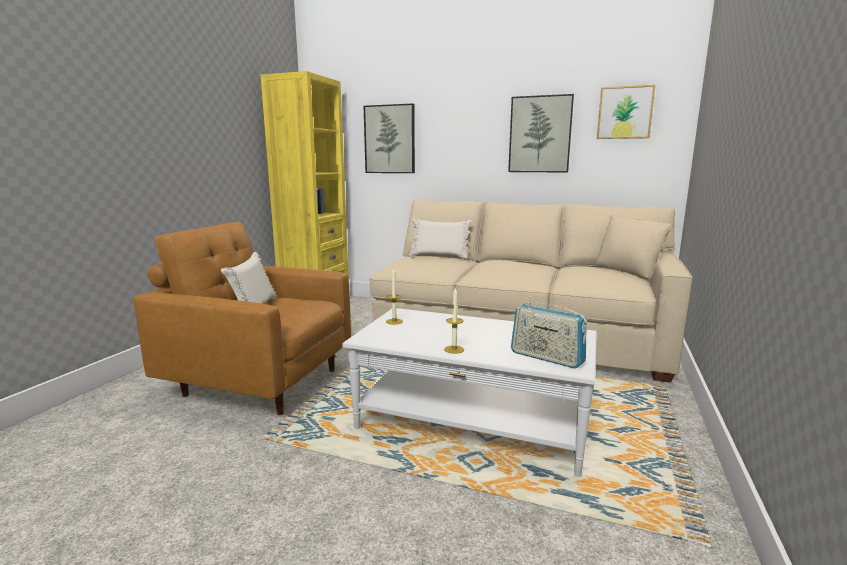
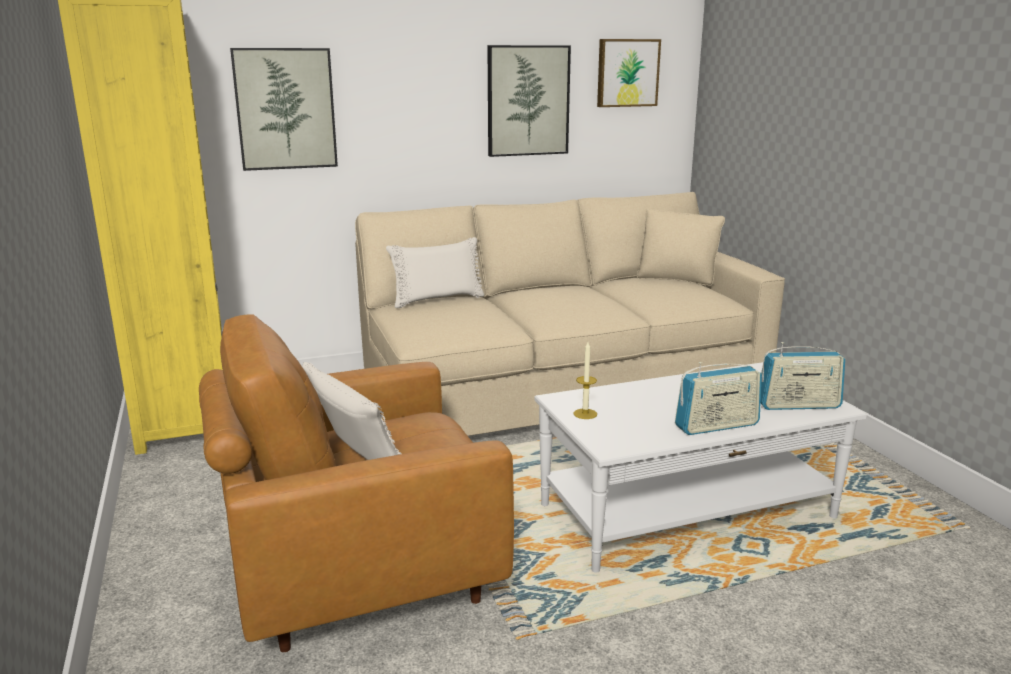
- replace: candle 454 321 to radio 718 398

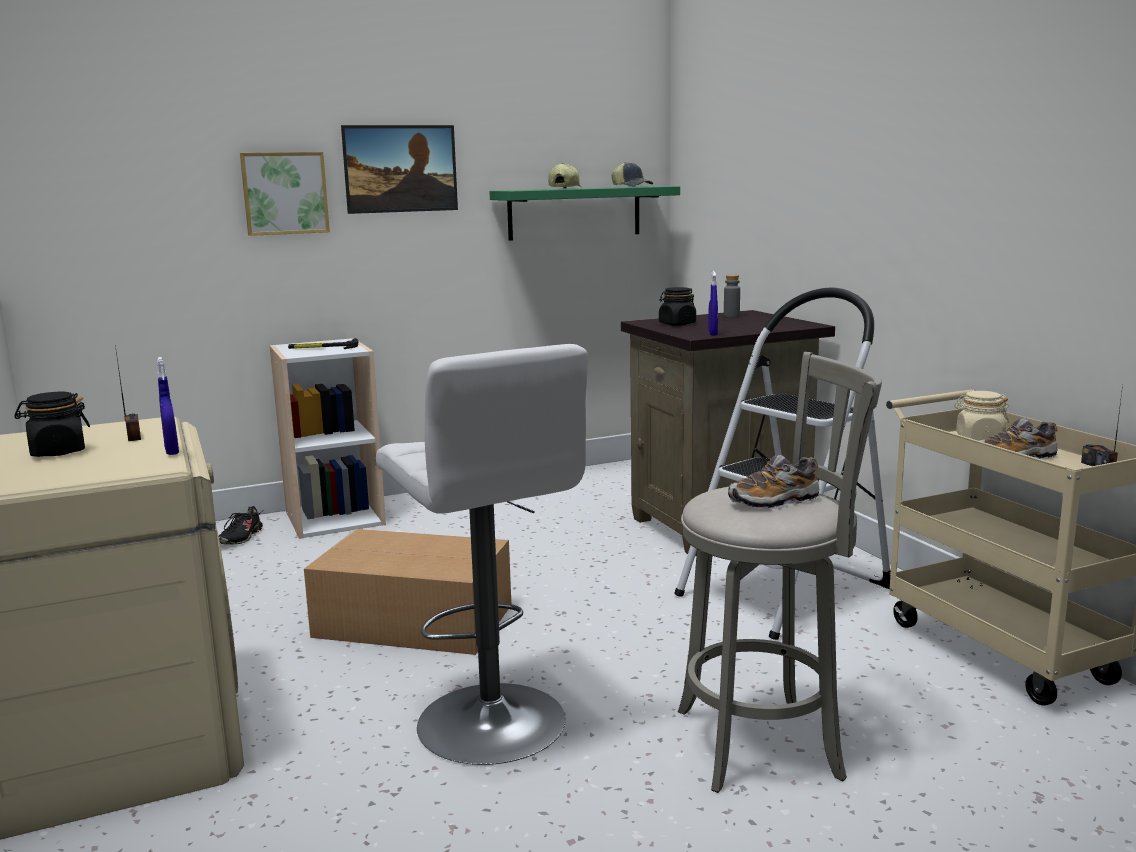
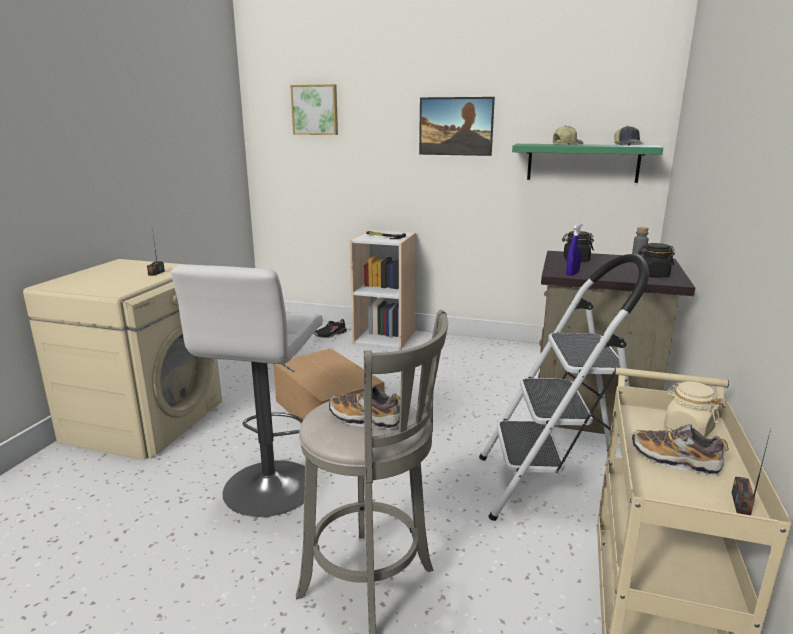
- move: picture 285 194 to 314 109
- move: black jar 52 424 to 656 260
- delete: blue spray bottle 168 406

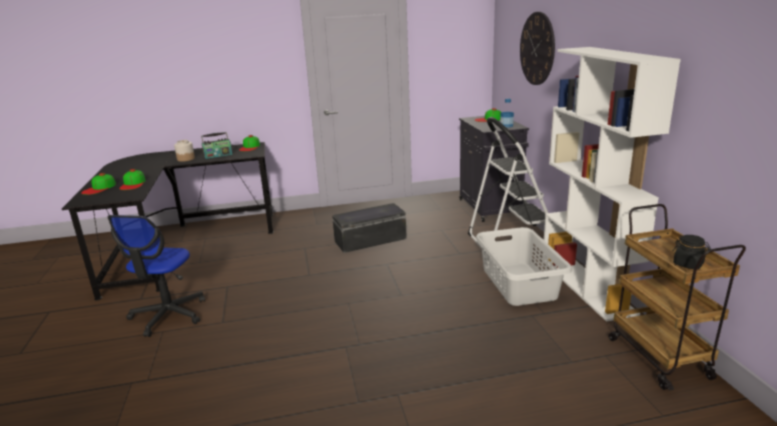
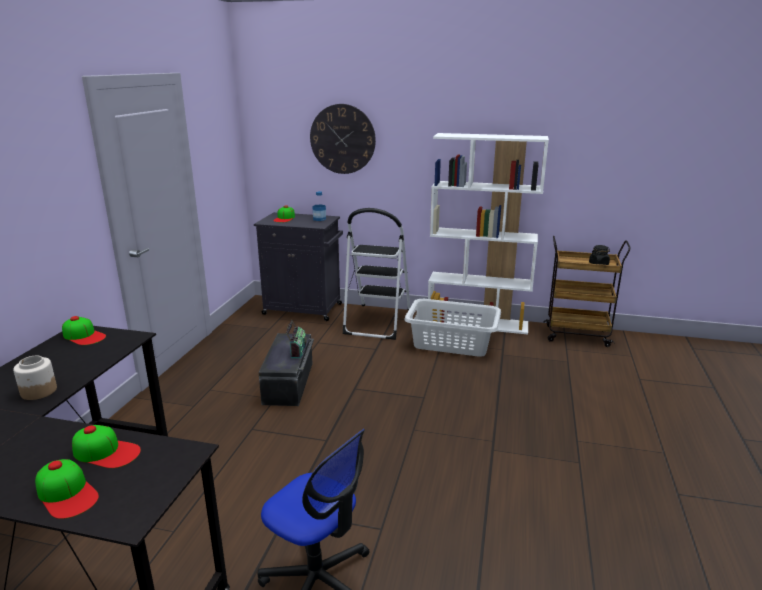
- move: radio 216 145 to 296 339

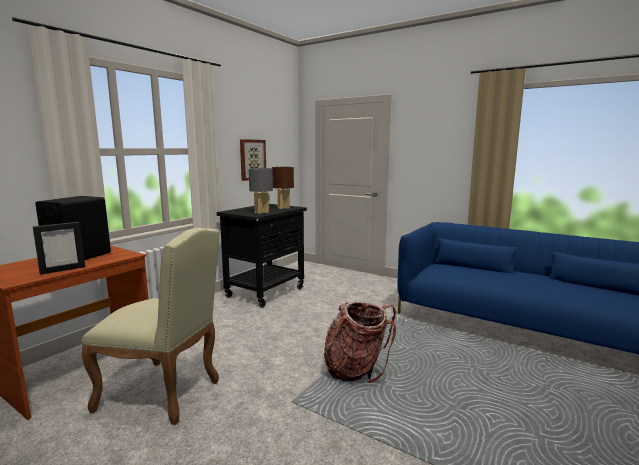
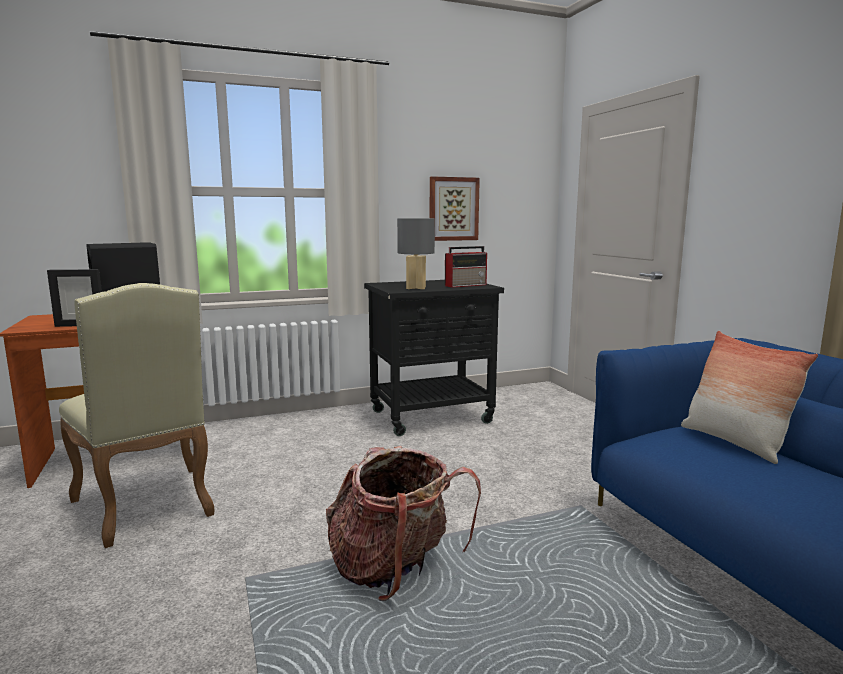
- replace: brown table lamp 283 188 to radio 466 267
- insert: pillow 749 397

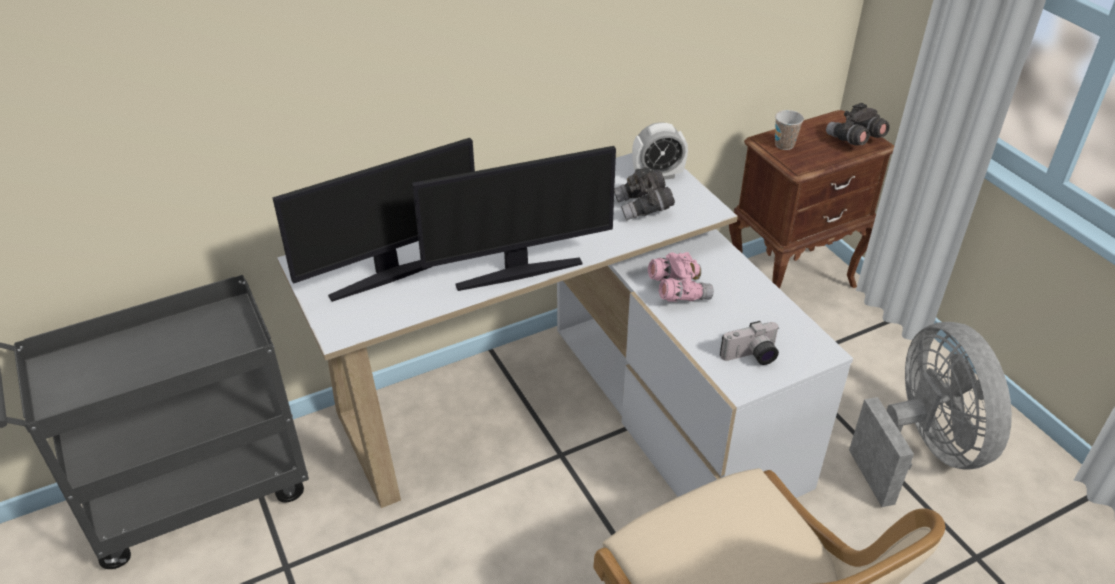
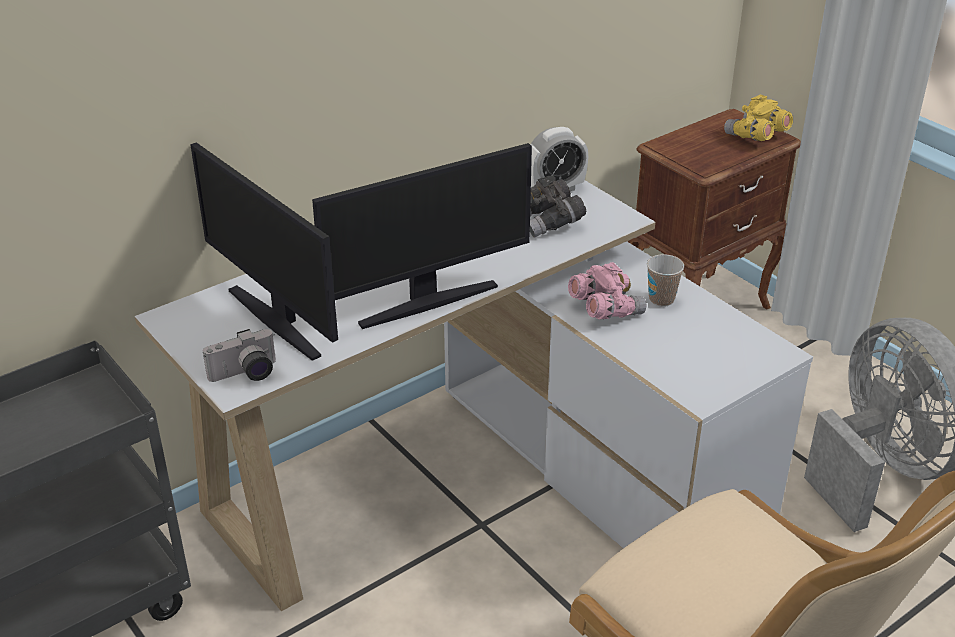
- rotate: monitor 373 220 = 264 251 90 degrees clockwise
- move: photo camera 750 343 to 239 355
- move: cup 789 130 to 665 280
- recolor: grey binoculars 858 124 to yellow binoculars 758 118

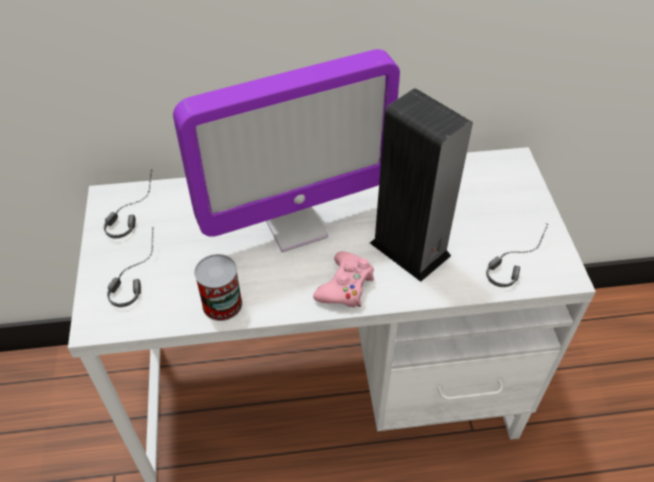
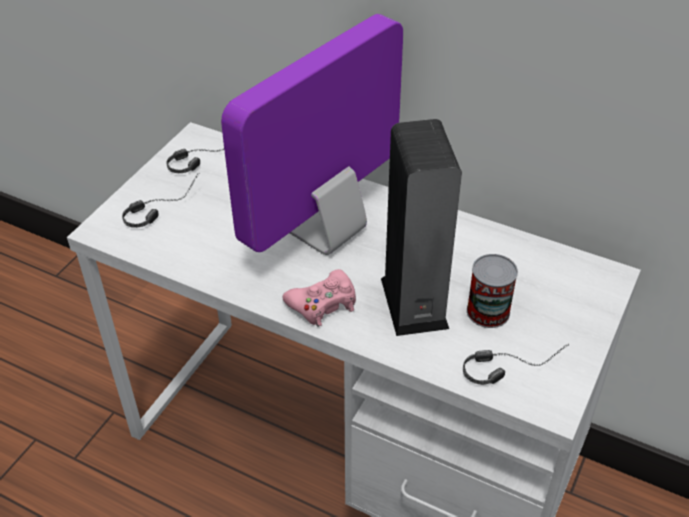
- rotate: monitor 286 150 = 312 134 120 degrees clockwise
- move: can 218 287 to 492 291

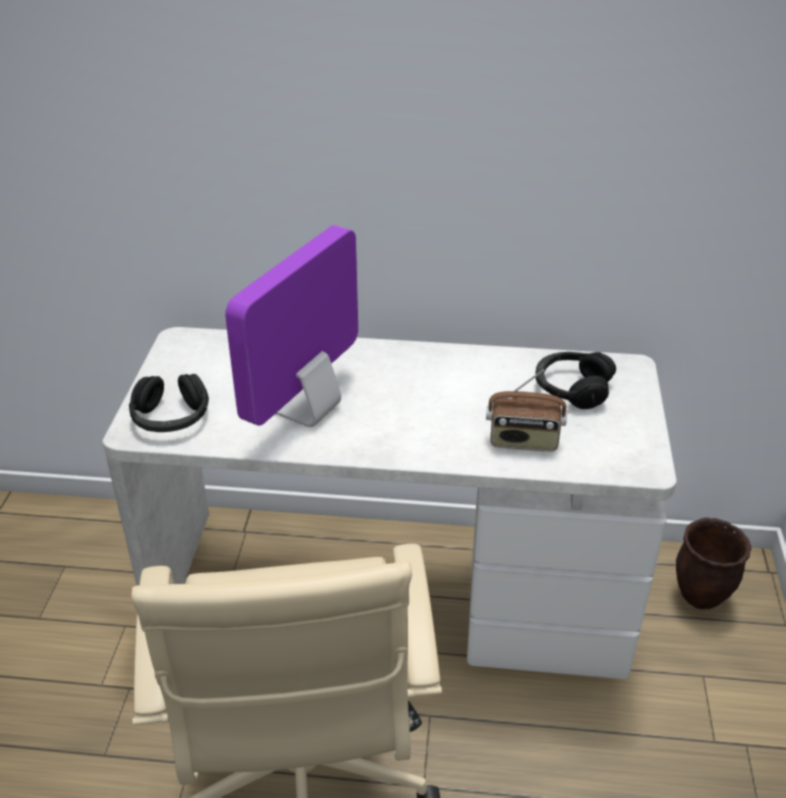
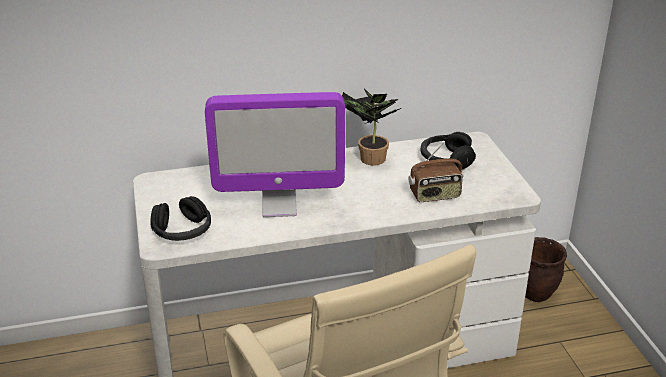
- rotate: monitor 291 326 = 275 154 105 degrees counterclockwise
- insert: potted plant 371 127

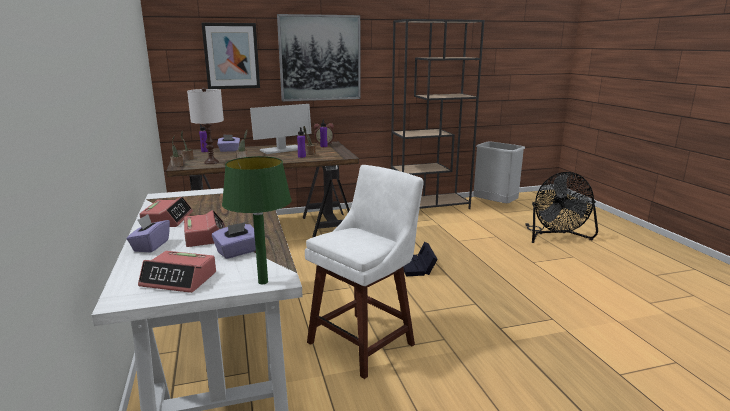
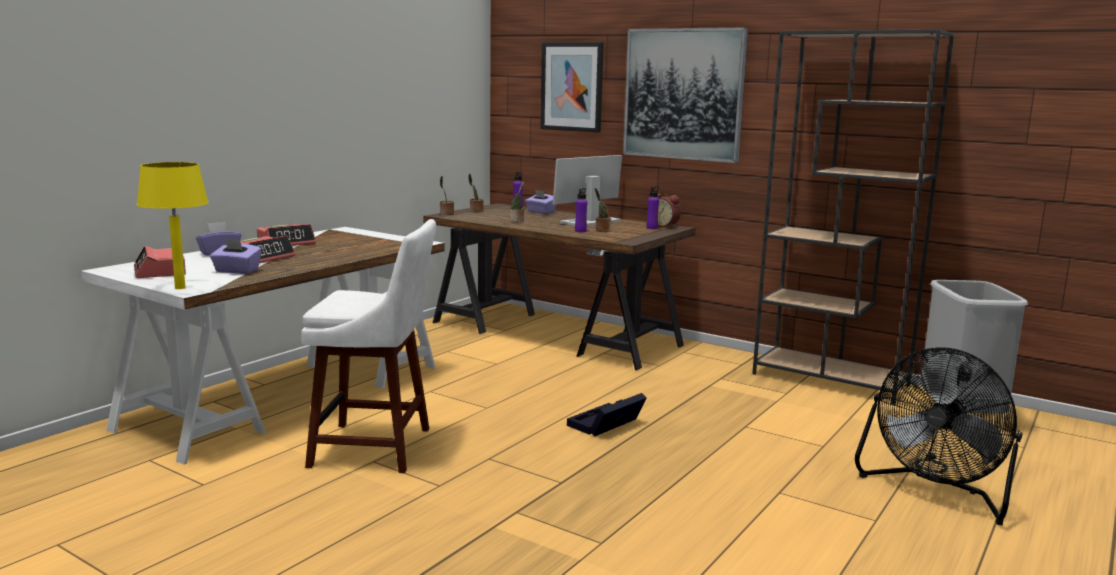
- recolor: green table lamp 257 220 to yellow table lamp 173 225
- rotate: monitor 281 129 = 587 190 120 degrees clockwise
- delete: white table lamp 205 125

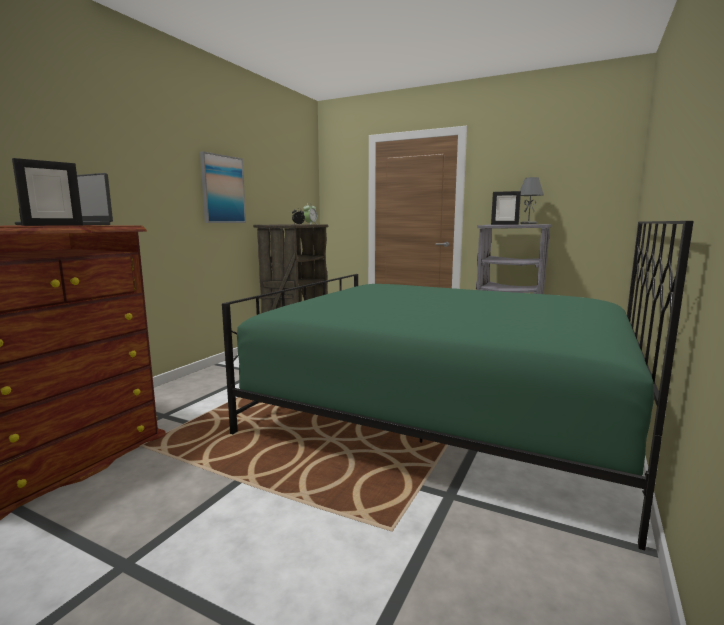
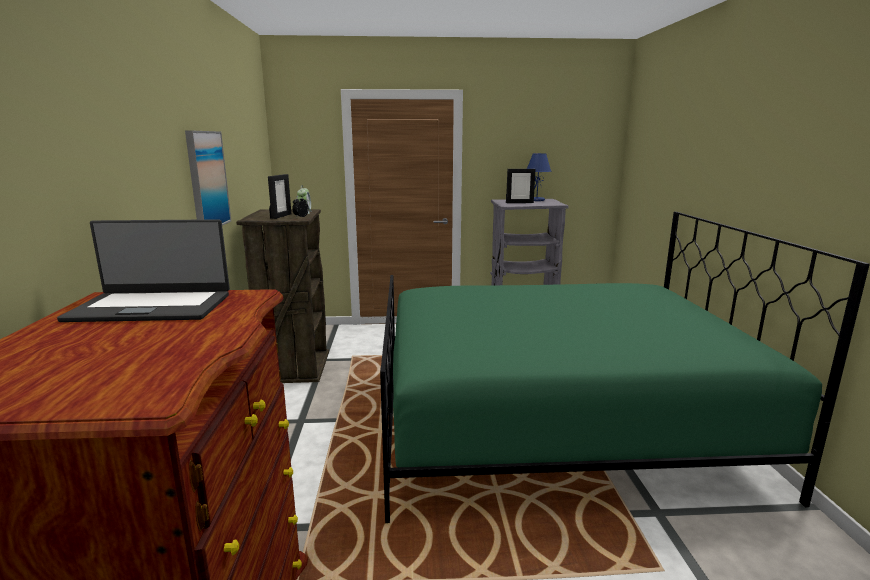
- move: picture frame 47 192 to 279 196
- recolor: grey table lamp 532 200 to blue table lamp 539 177

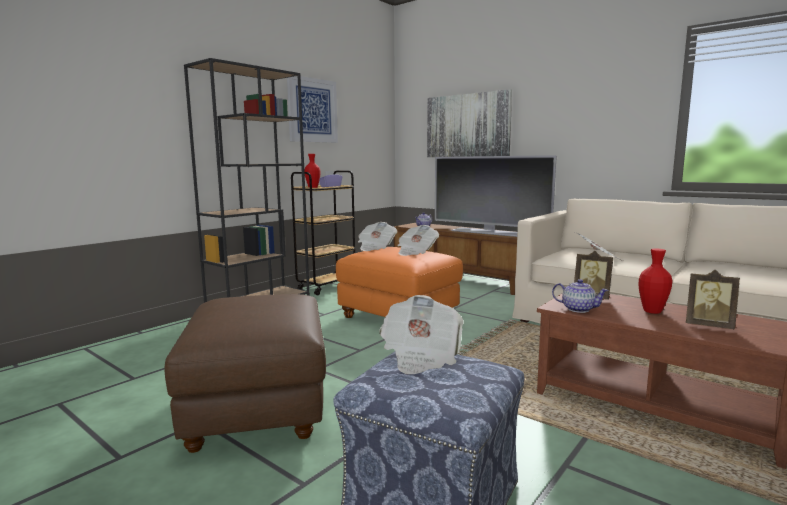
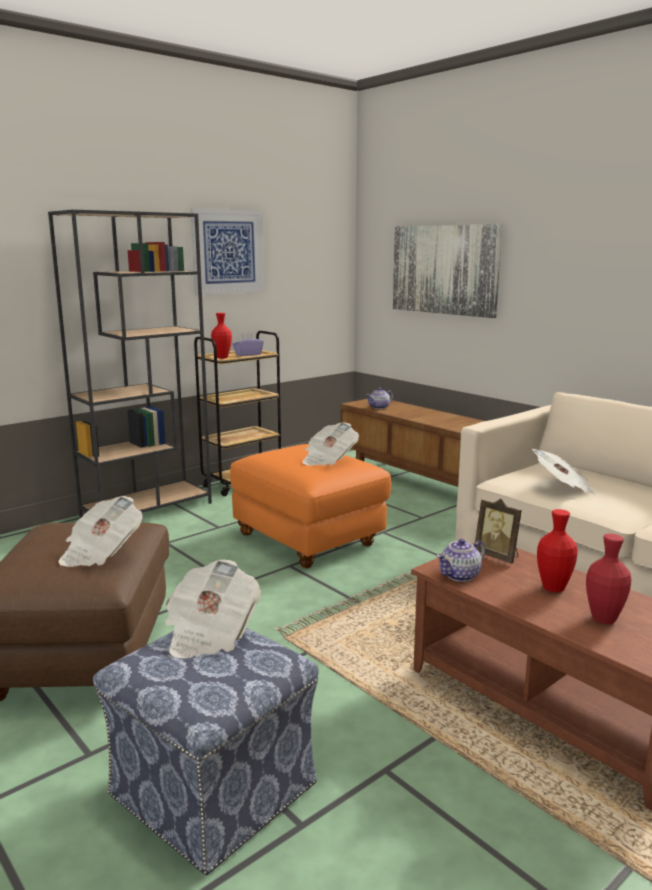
- move: newspaper 377 236 to 101 531
- rotate: teapot 580 296 = 460 560 105 degrees clockwise
- replace: picture frame 713 299 to red vase 609 579
- delete: television 496 196

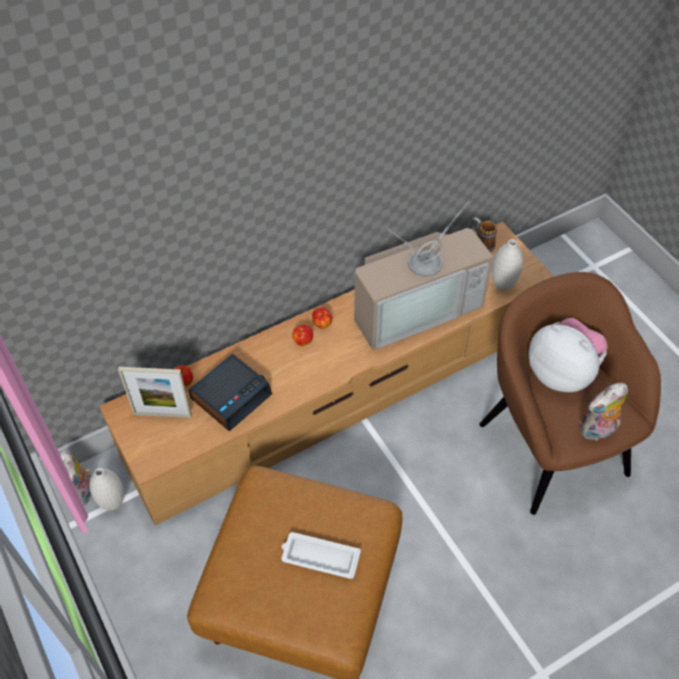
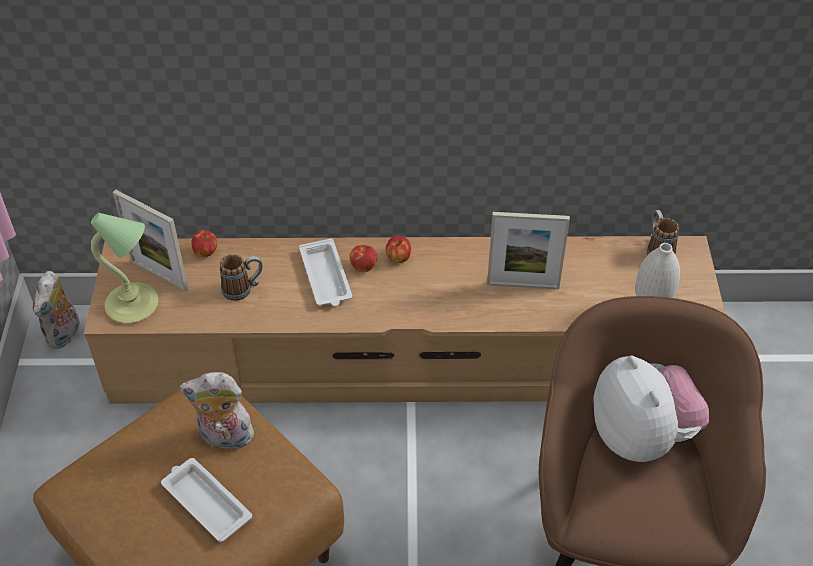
- insert: table lamp 124 268
- move: plush toy 604 412 to 217 411
- replace: alarm clock 230 392 to mug 241 277
- insert: white tray 325 272
- replace: television 424 275 to picture frame 528 250
- delete: white vase 106 489

